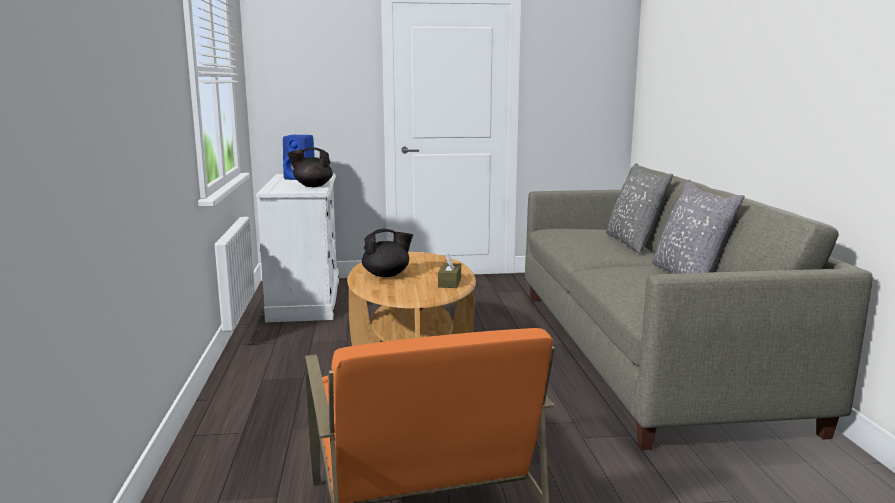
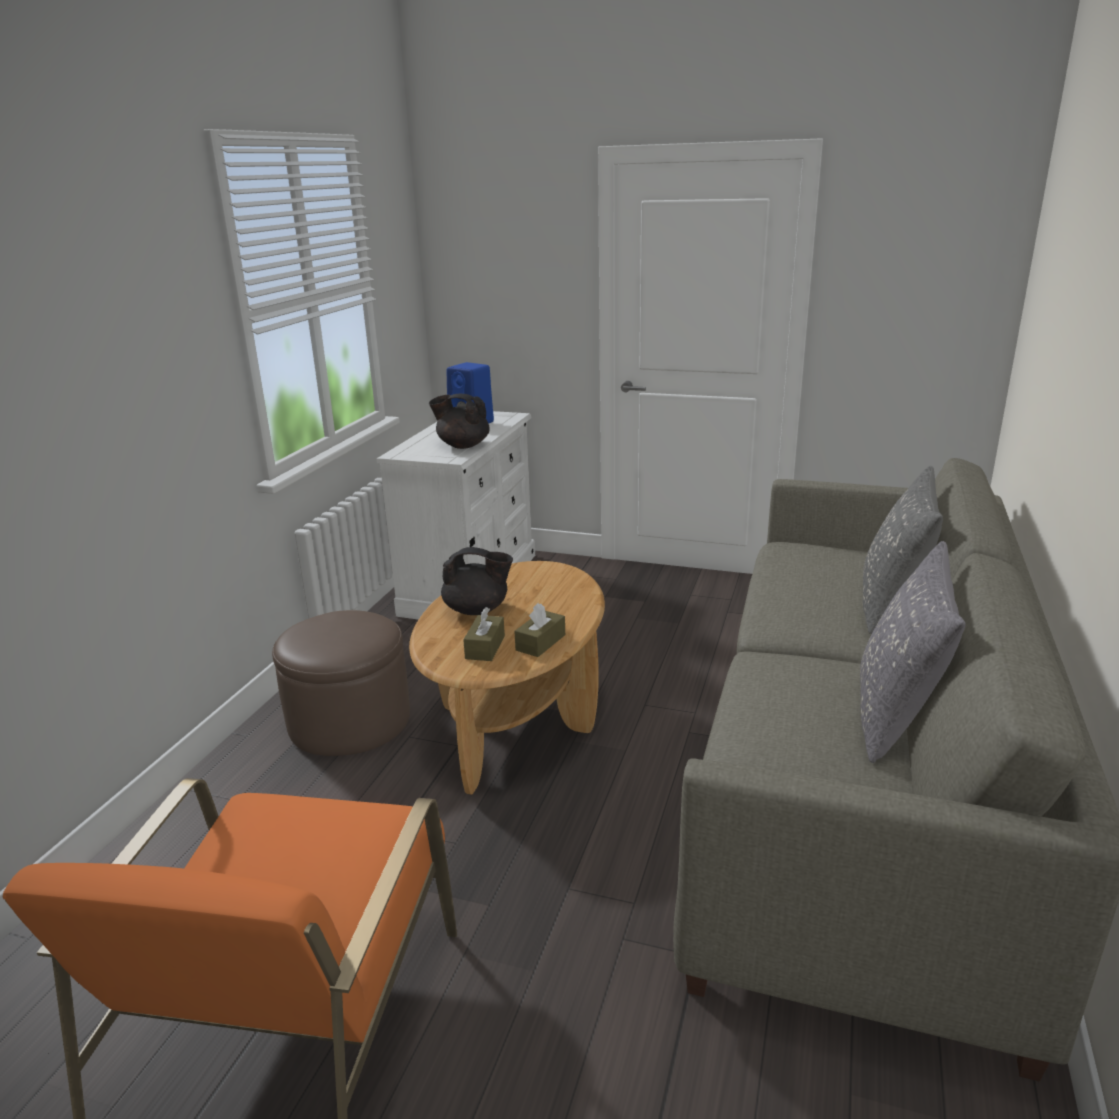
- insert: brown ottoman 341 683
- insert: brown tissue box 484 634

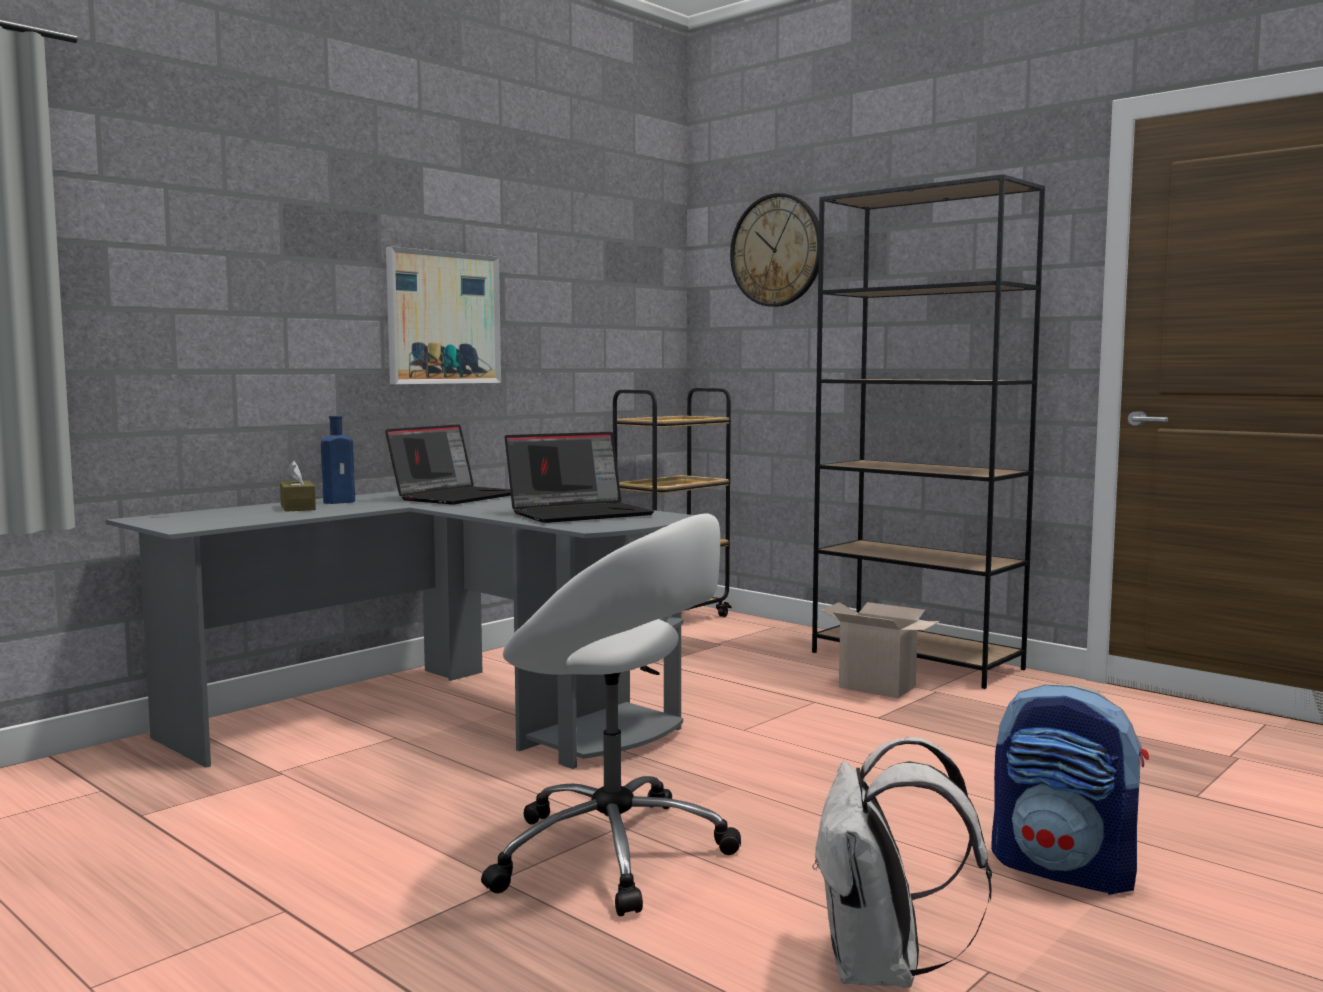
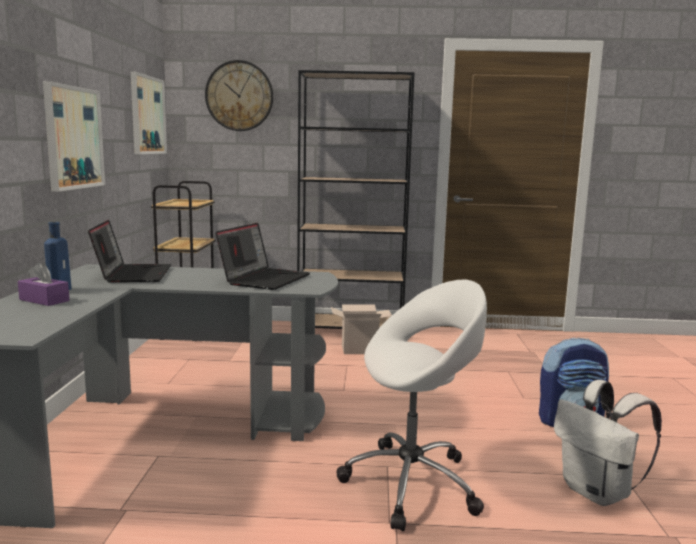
- recolor: brown tissue box 298 486 to purple tissue box 44 284
- insert: picture 149 113

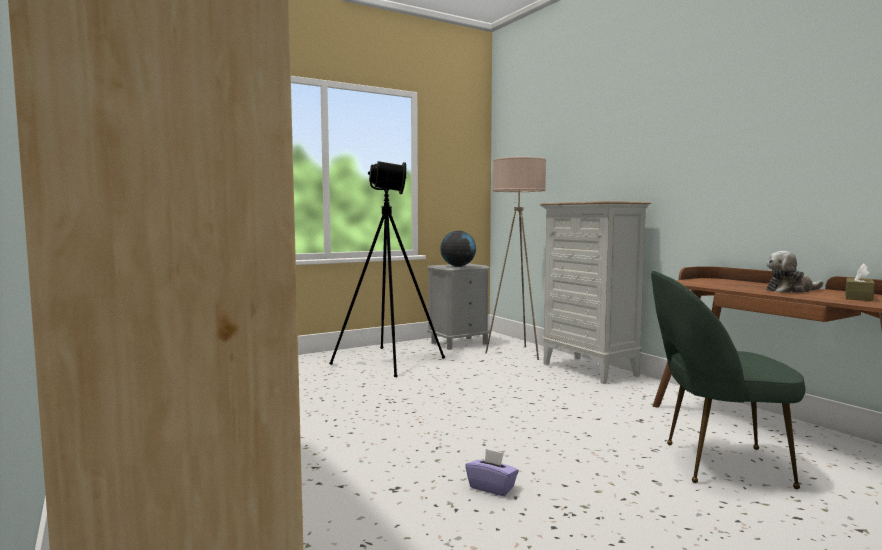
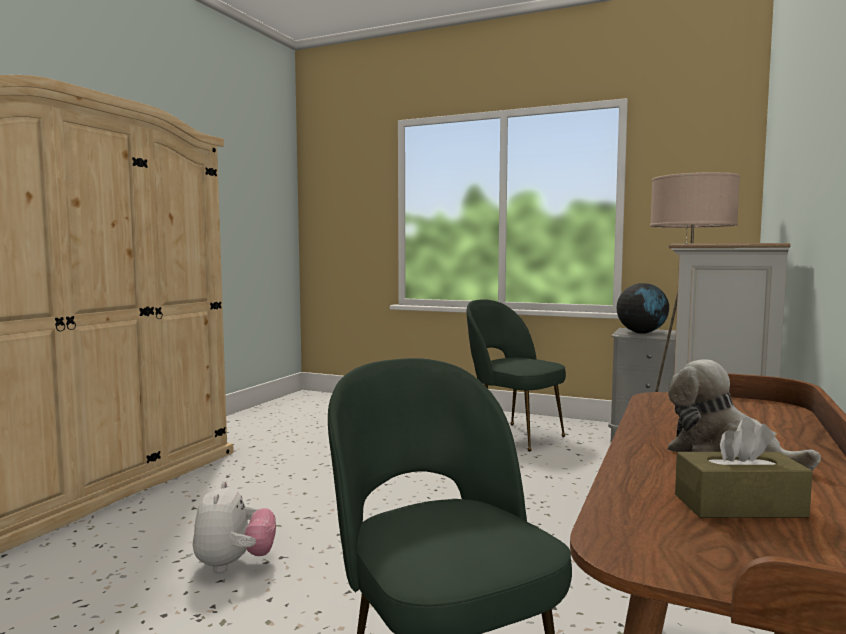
- replace: purple tissue box 492 472 to plush toy 234 527
- replace: black floor lamp 387 269 to green chair 516 375

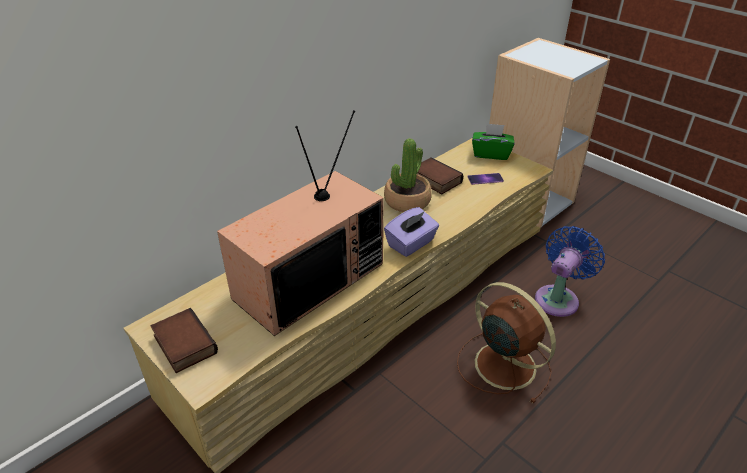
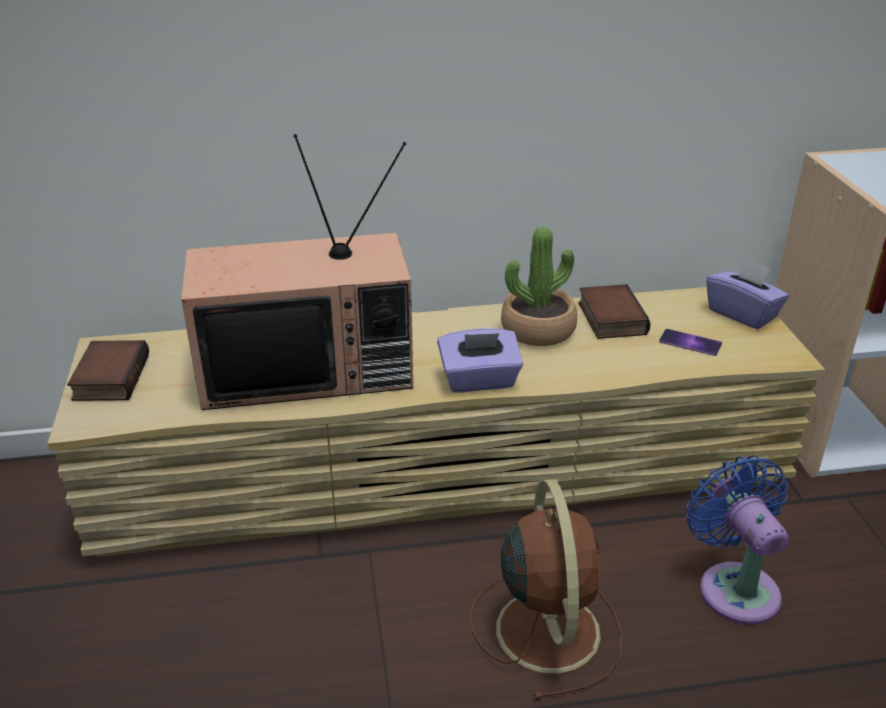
- rotate: blue fan 570 271 = 737 540 90 degrees counterclockwise
- recolor: green tissue box 493 141 to purple tissue box 747 294

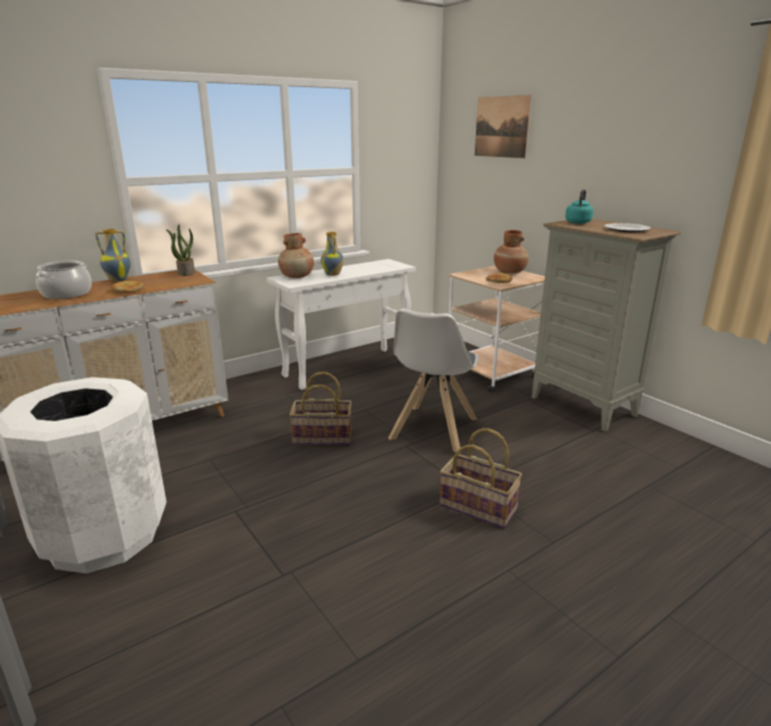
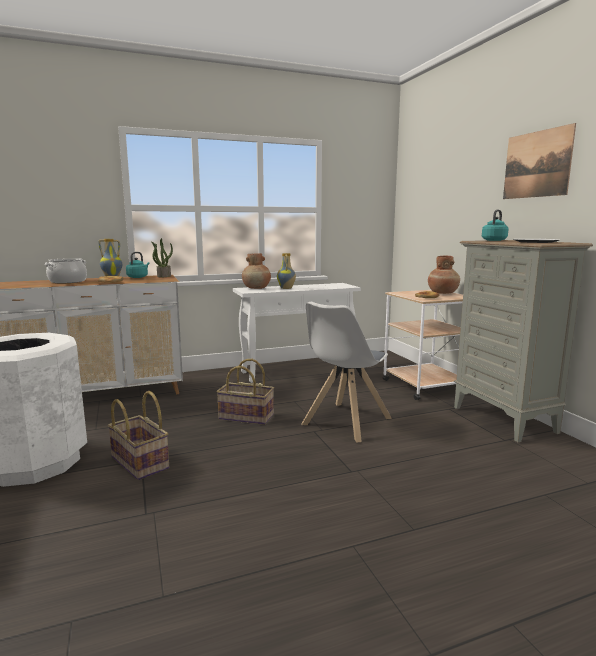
- move: basket 481 478 to 138 435
- insert: turquoise kettle 138 265
- move: picture 503 126 to 539 161

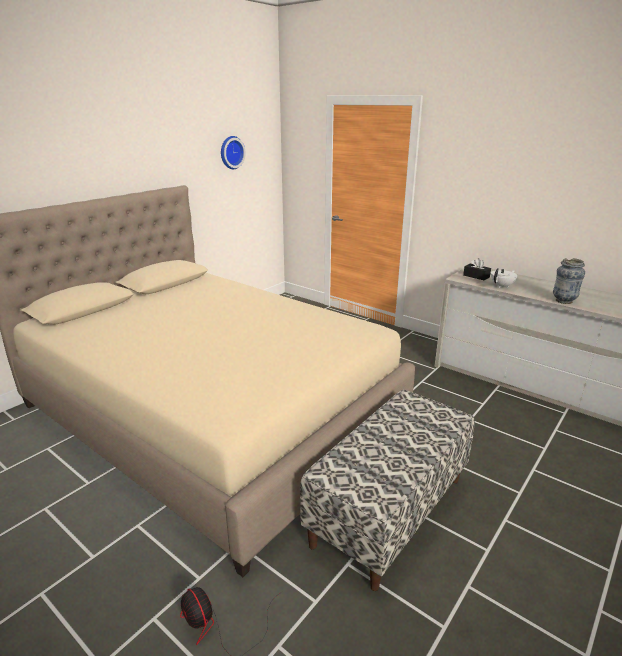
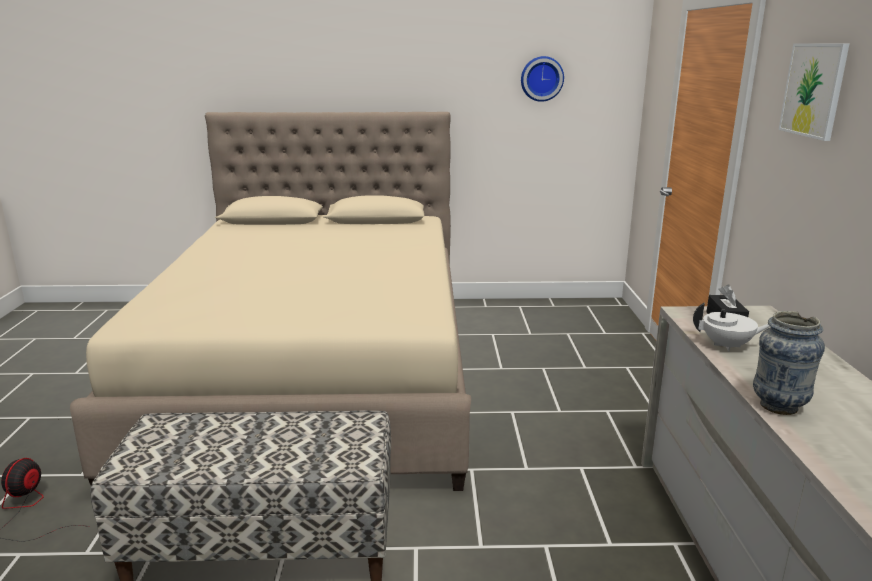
- insert: picture 814 92

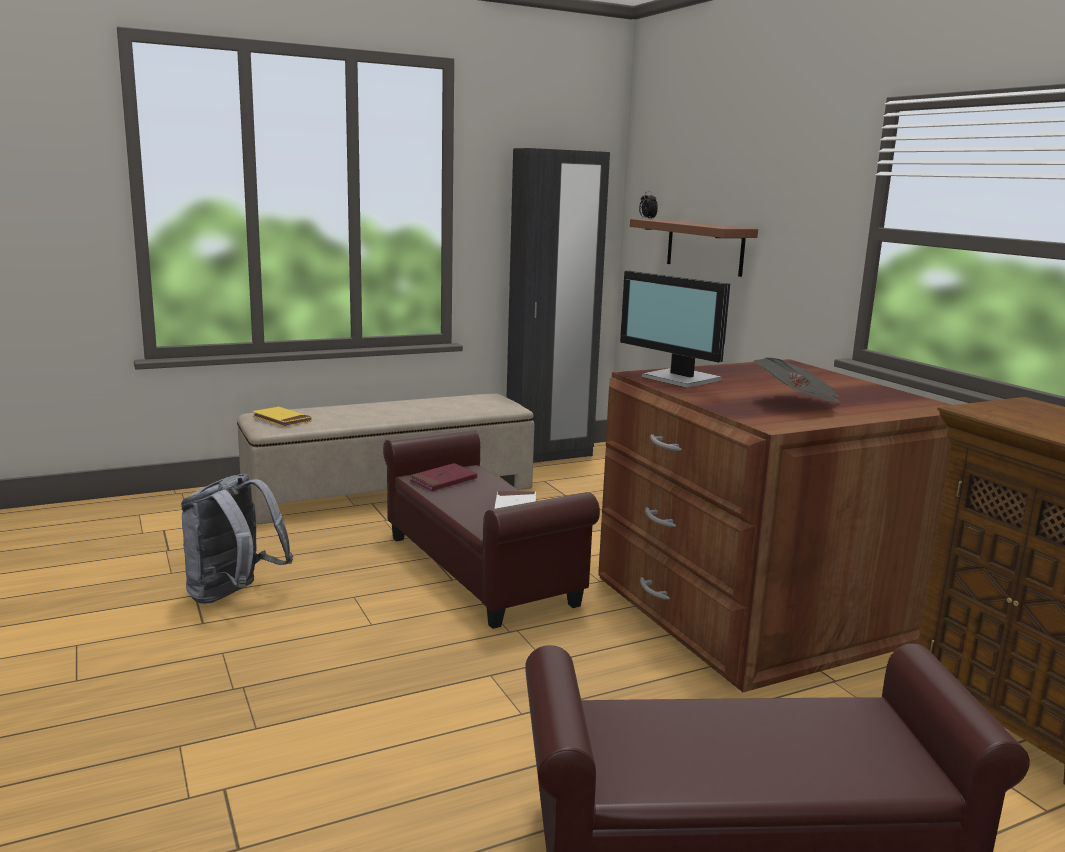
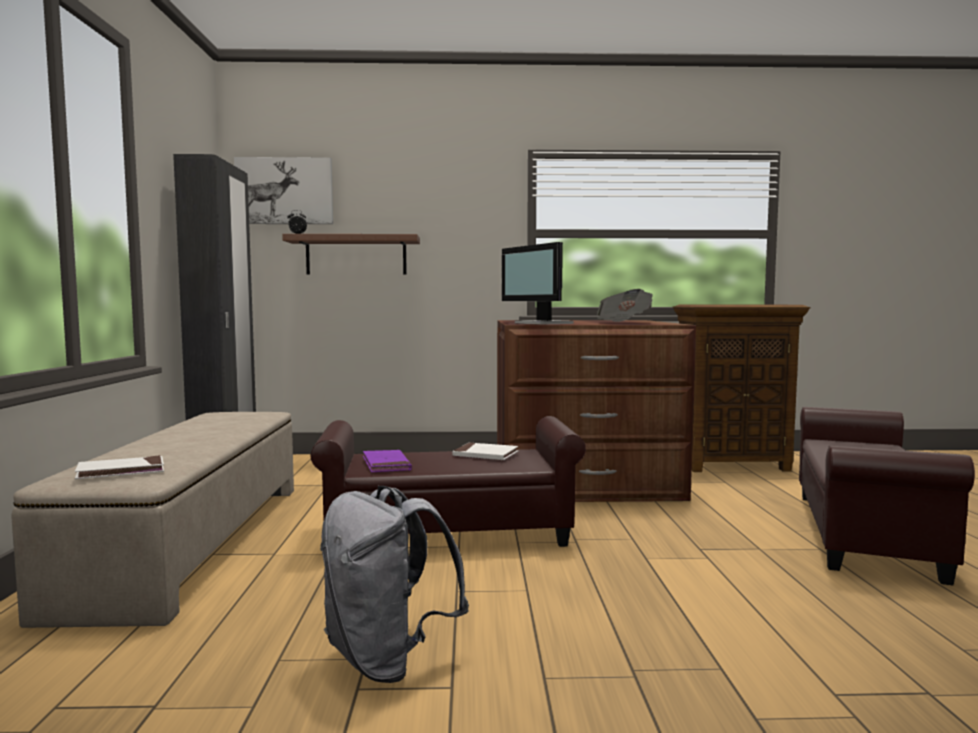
- recolor: yellow book 282 417 to white book 119 467
- insert: picture 283 190
- recolor: red book 443 477 to purple book 387 461
- rotate: monitor 675 329 = 538 283 75 degrees clockwise

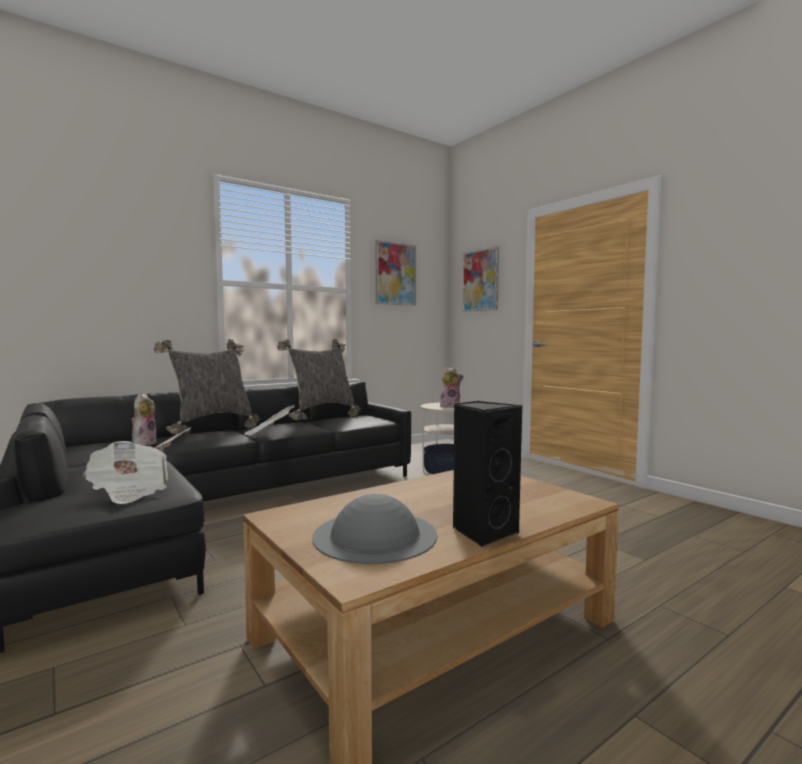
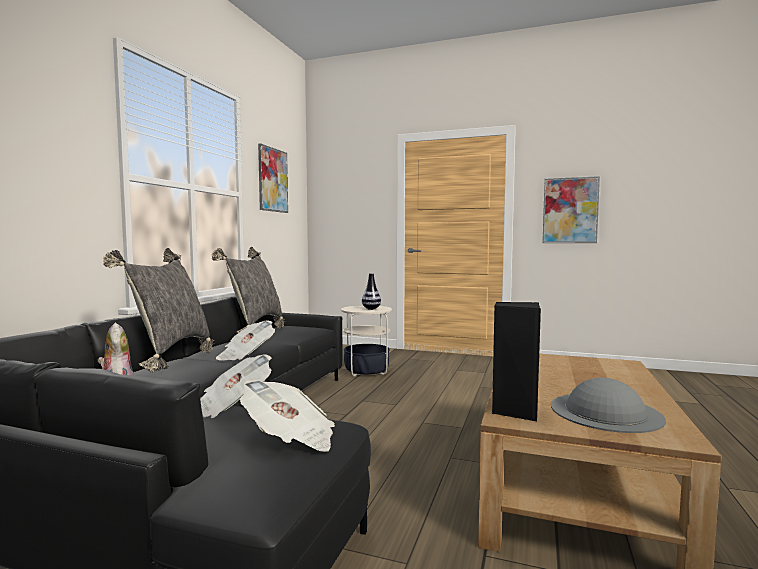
- replace: plush toy 452 387 to vase 371 291
- move: black speaker 487 474 to 516 361
- move: picture 481 279 to 571 209

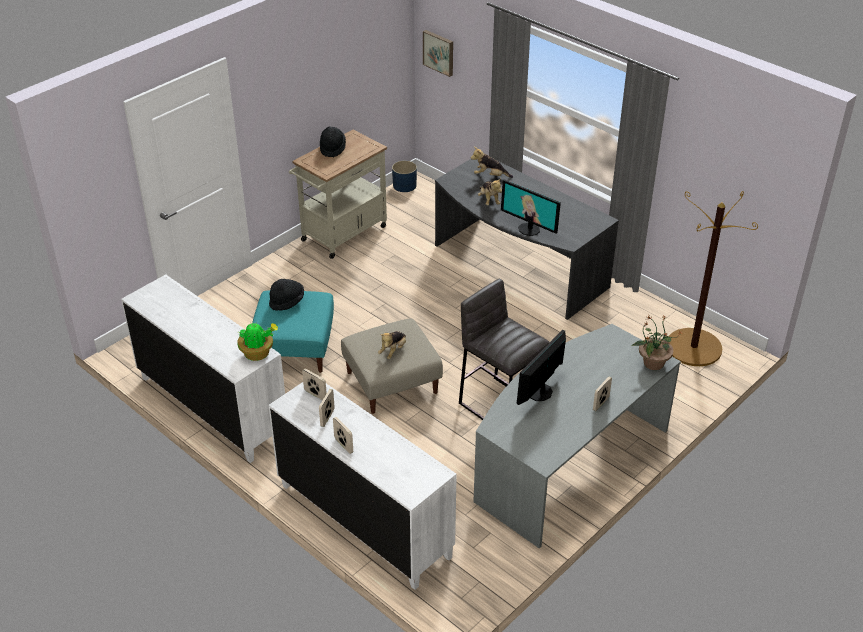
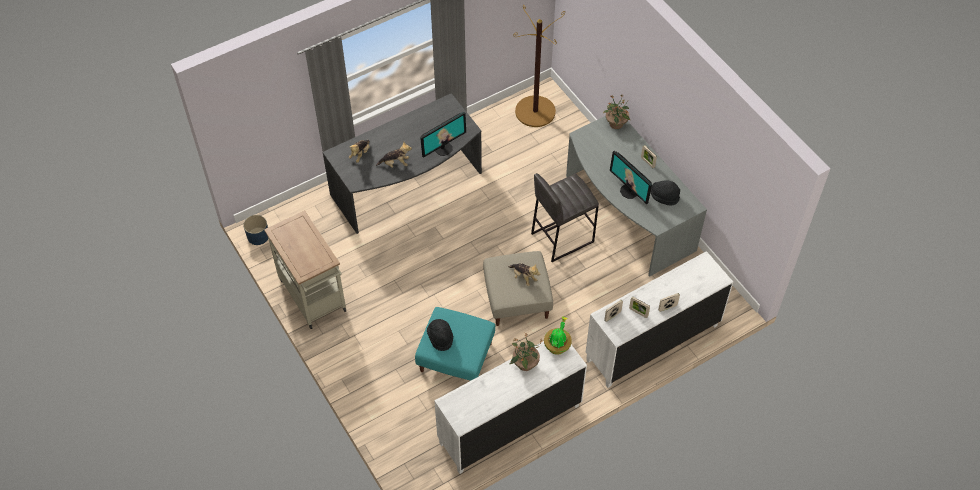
- insert: potted plant 525 352
- move: black hat 333 141 to 665 193
- delete: picture 438 53

